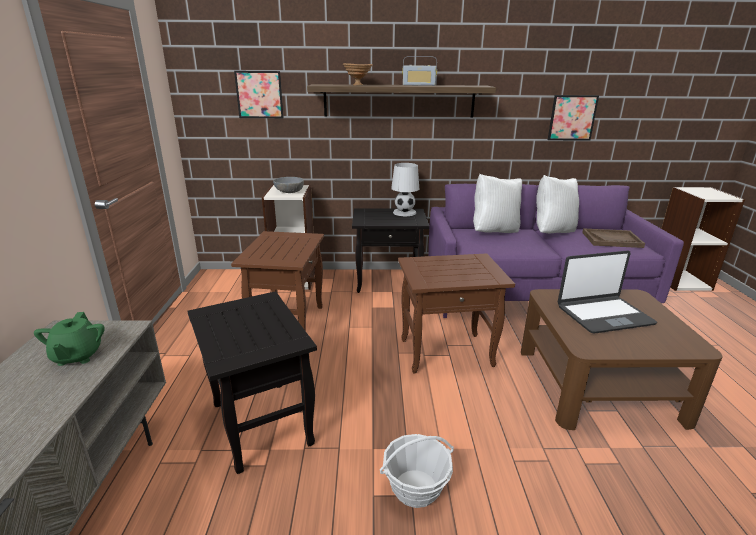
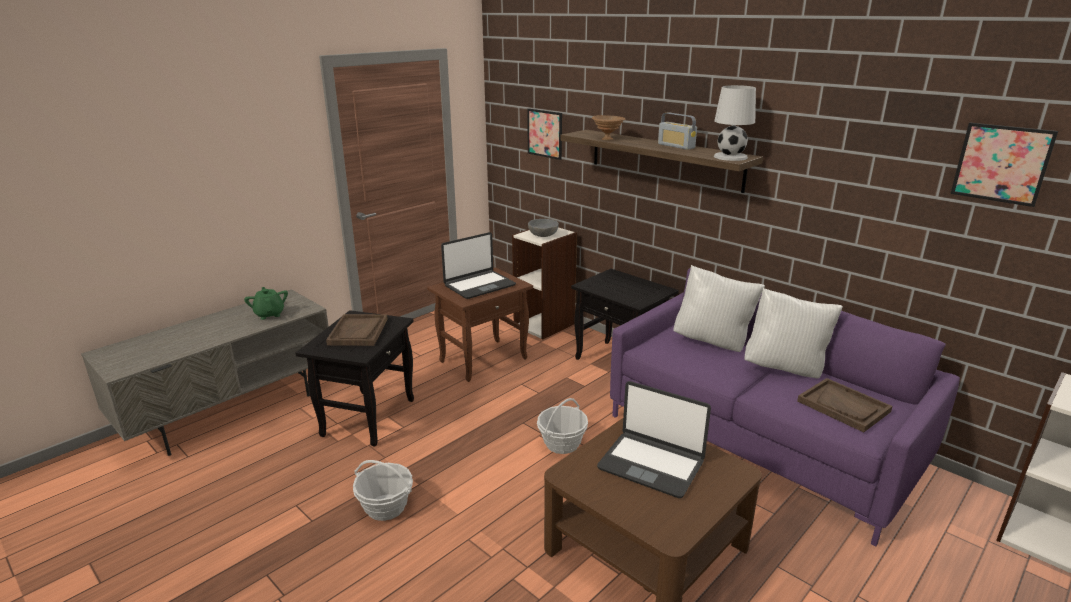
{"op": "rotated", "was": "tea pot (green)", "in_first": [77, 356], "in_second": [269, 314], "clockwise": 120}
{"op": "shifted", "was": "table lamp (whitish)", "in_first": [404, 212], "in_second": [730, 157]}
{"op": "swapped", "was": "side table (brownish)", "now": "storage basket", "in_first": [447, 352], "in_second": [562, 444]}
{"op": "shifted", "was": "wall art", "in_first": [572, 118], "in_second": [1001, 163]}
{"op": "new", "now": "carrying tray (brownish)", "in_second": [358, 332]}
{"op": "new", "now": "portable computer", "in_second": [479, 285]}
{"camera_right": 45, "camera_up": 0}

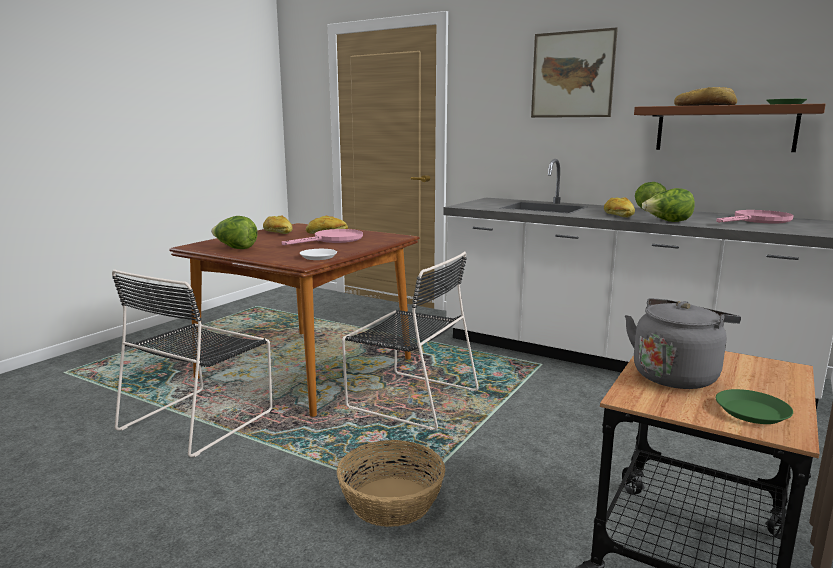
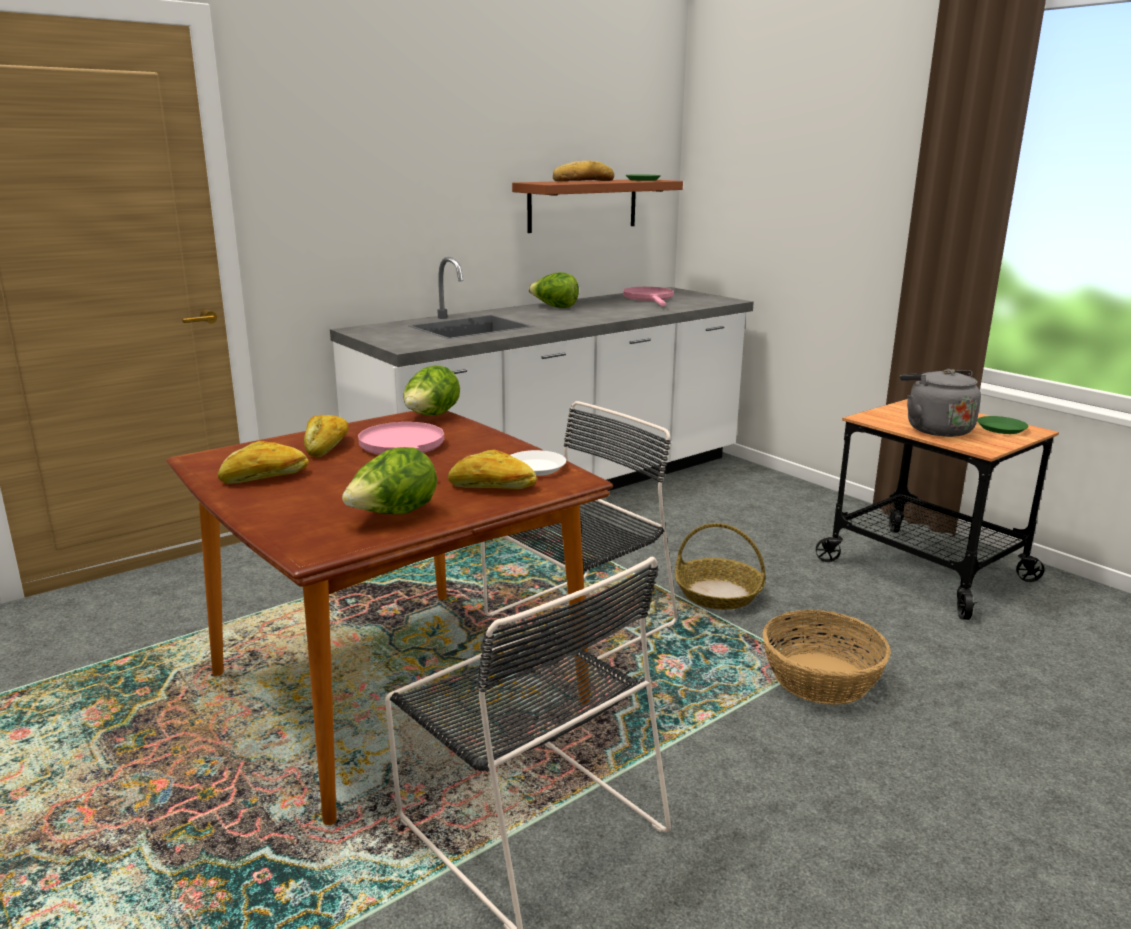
{"op": "gone", "was": "wall art", "in_first": [572, 75]}
{"op": "shifted", "was": "baked bread", "in_first": [618, 215], "in_second": [492, 487]}
{"op": "shifted", "was": "head of lettuce", "in_first": [667, 222], "in_second": [431, 416]}
{"op": "new", "now": "storage basket", "in_second": [718, 594]}
{"camera_right": -70, "camera_up": 5}

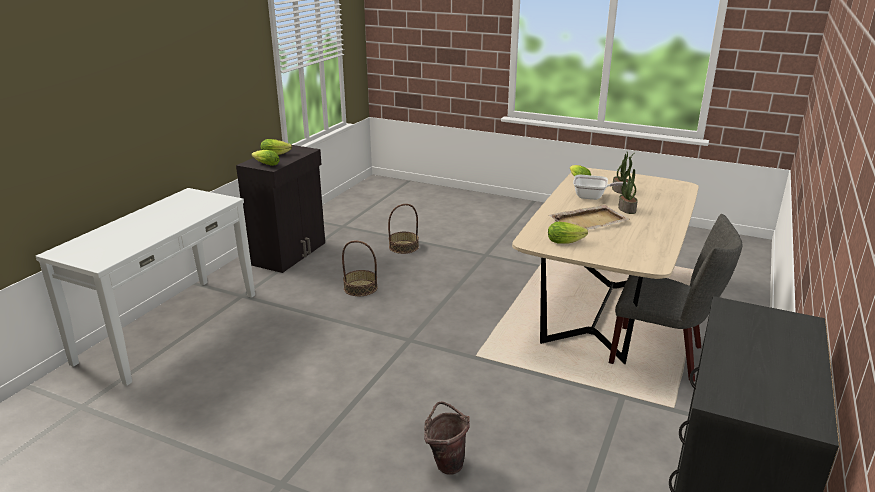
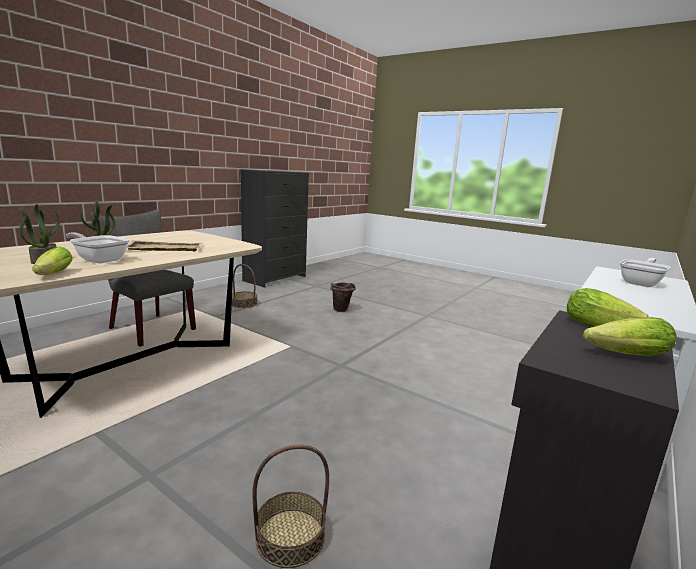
{"op": "shifted", "was": "storage basket", "in_first": [360, 288], "in_second": [244, 303]}
{"op": "gone", "was": "head of lettuce", "in_first": [567, 241]}
{"op": "new", "now": "pan", "in_second": [641, 283]}
{"camera_right": -170, "camera_up": -10}

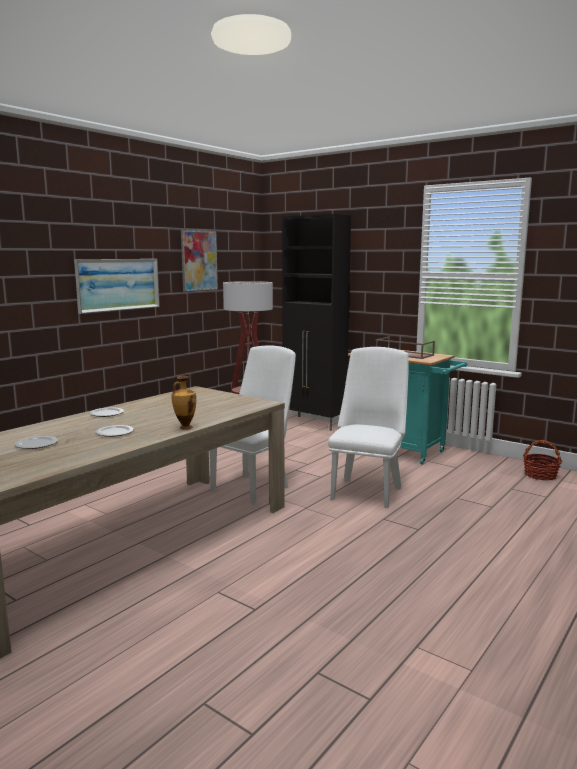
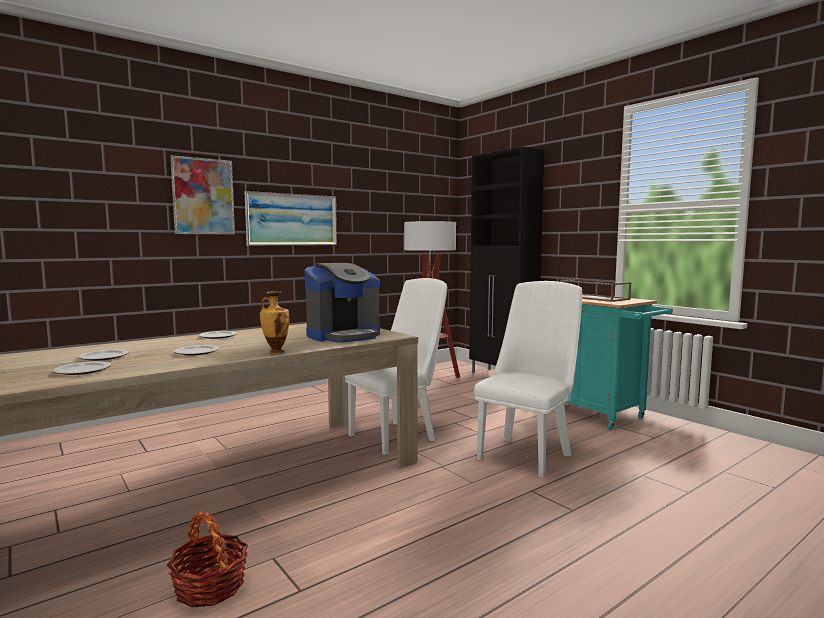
{"op": "shifted", "was": "wall art", "in_first": [199, 260], "in_second": [203, 196]}
{"op": "shifted", "was": "storage basket", "in_first": [540, 475], "in_second": [210, 587]}
{"op": "new", "now": "dinner plate", "in_second": [83, 370]}
{"op": "new", "now": "coffee brewer", "in_second": [344, 336]}
{"camera_right": 15, "camera_up": -5}

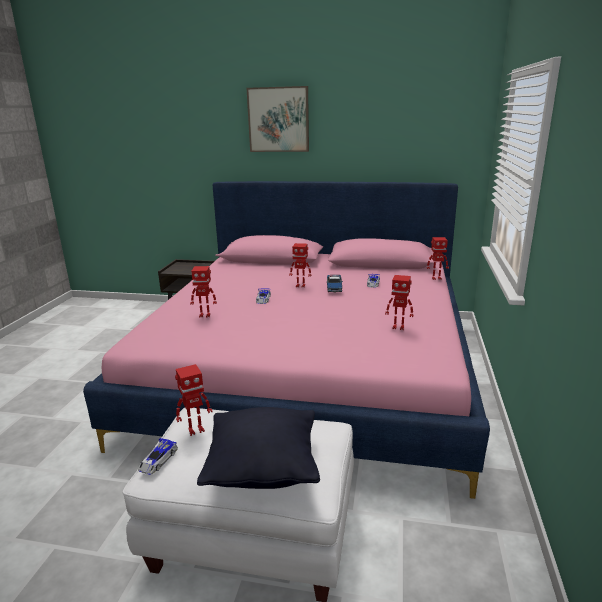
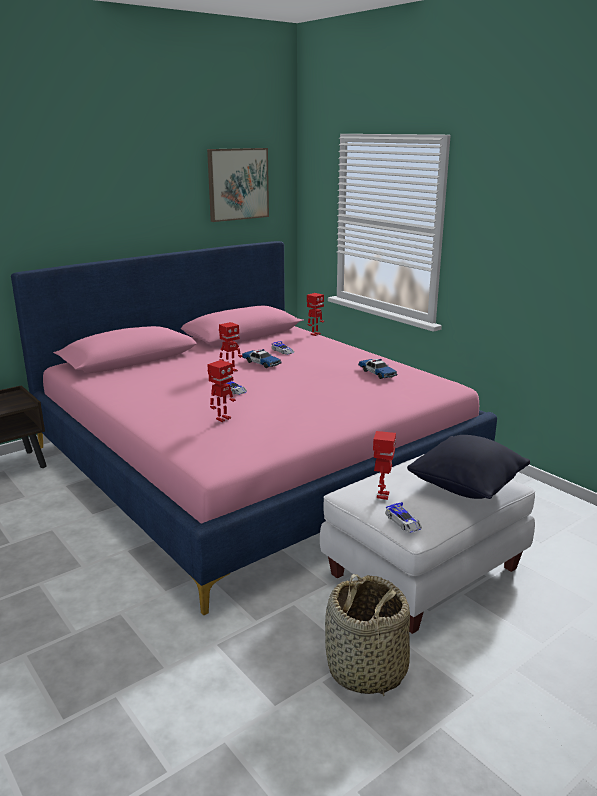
{"op": "shifted", "was": "wall art", "in_first": [278, 119], "in_second": [238, 184]}
{"op": "swapped", "was": "model robot", "now": "miniature car", "in_first": [398, 327], "in_second": [377, 373]}
{"op": "new", "now": "storage basket", "in_second": [366, 669]}
{"camera_right": -50, "camera_up": 0}

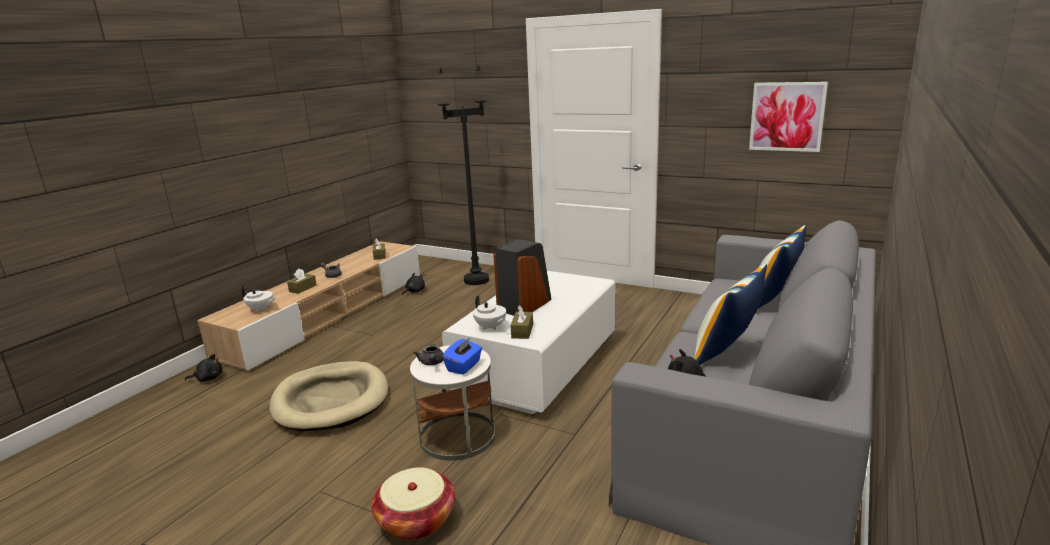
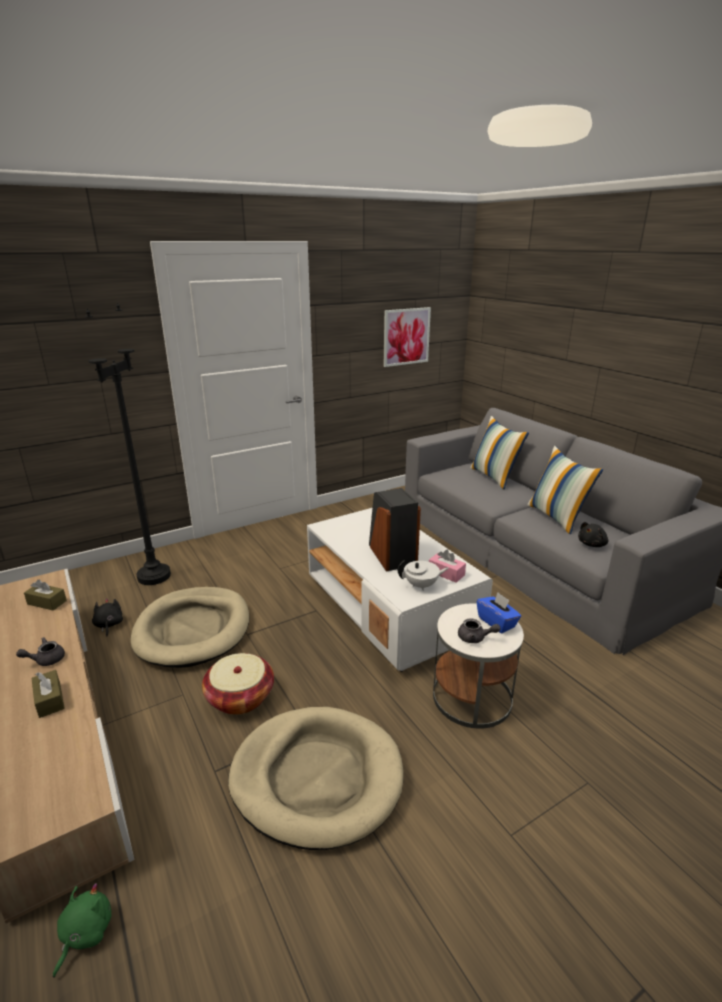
{"op": "repainted", "was": "soft toy (black)", "now": "soft toy (green)", "in_first": [208, 378], "in_second": [84, 933]}
{"op": "gone", "was": "tea pot (whitish)", "in_first": [261, 309]}
{"op": "shifted", "was": "storage basket", "in_first": [416, 520], "in_second": [240, 697]}
{"op": "repainted", "was": "box of tissues (brownish)", "now": "box of tissues (pink)", "in_first": [522, 331], "in_second": [446, 573]}
{"op": "new", "now": "dog bed (sand-coloured)", "in_second": [193, 629]}
{"camera_right": -60, "camera_up": 5}

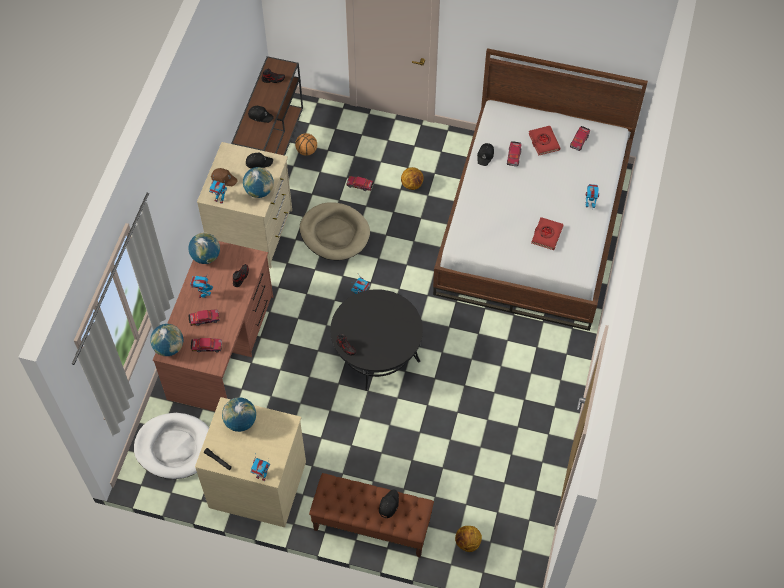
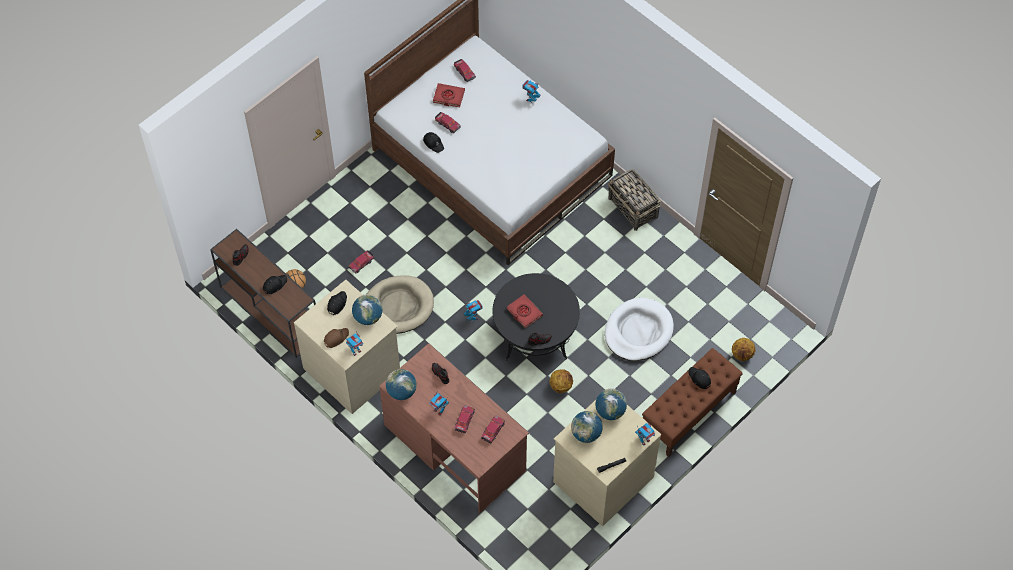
{"op": "shifted", "was": "dog bed (whitish)", "in_first": [174, 447], "in_second": [638, 331]}
{"op": "shifted", "was": "desk globe", "in_first": [169, 347], "in_second": [610, 411]}
{"op": "shifted", "was": "basketball ball", "in_first": [412, 184], "in_second": [561, 386]}
{"op": "shifted", "was": "volume (red-coloured)", "in_first": [546, 235], "in_second": [524, 312]}
{"op": "new", "now": "storage basket", "in_second": [633, 208]}
{"camera_right": -60, "camera_up": 0}

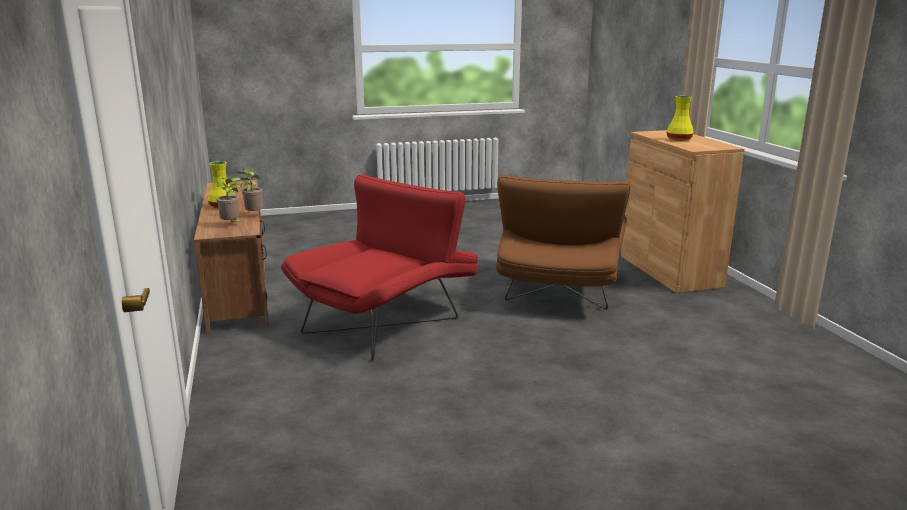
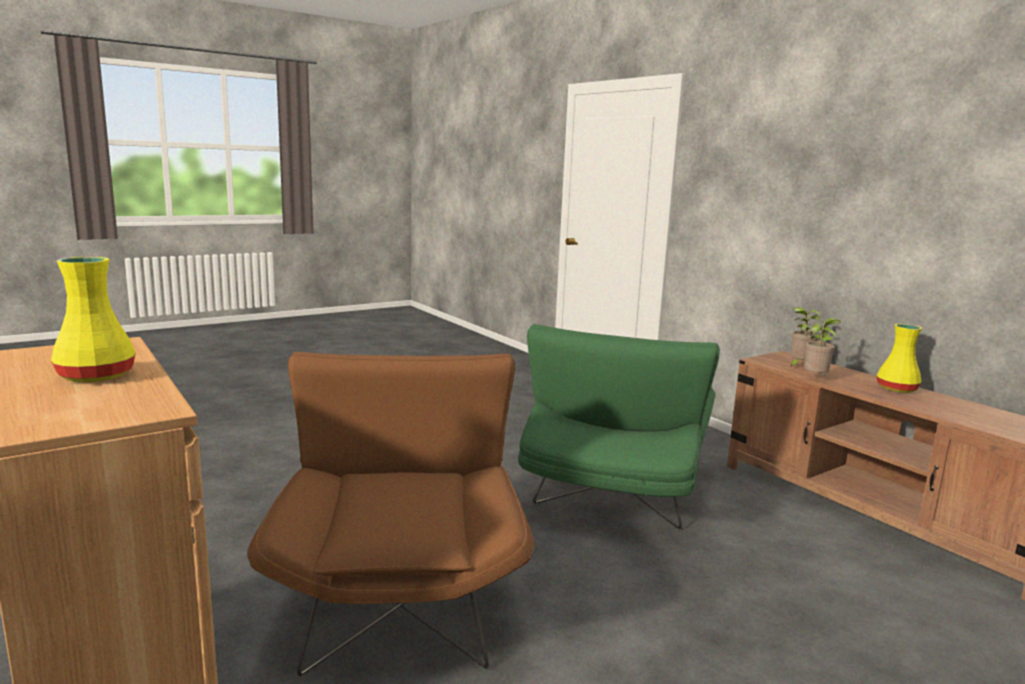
{"op": "repainted", "was": "lounge chair (red-coloured)", "now": "lounge chair (green)", "in_first": [387, 320], "in_second": [614, 490]}
{"camera_right": 160, "camera_up": -5}

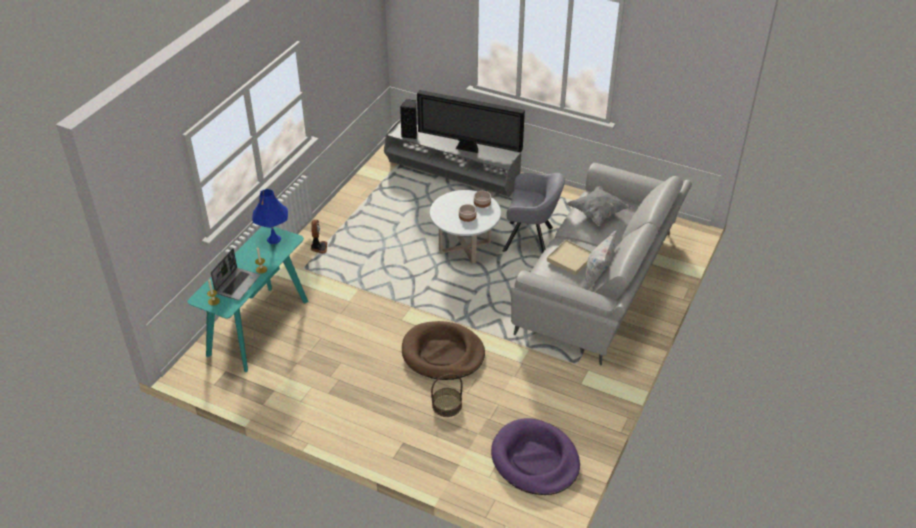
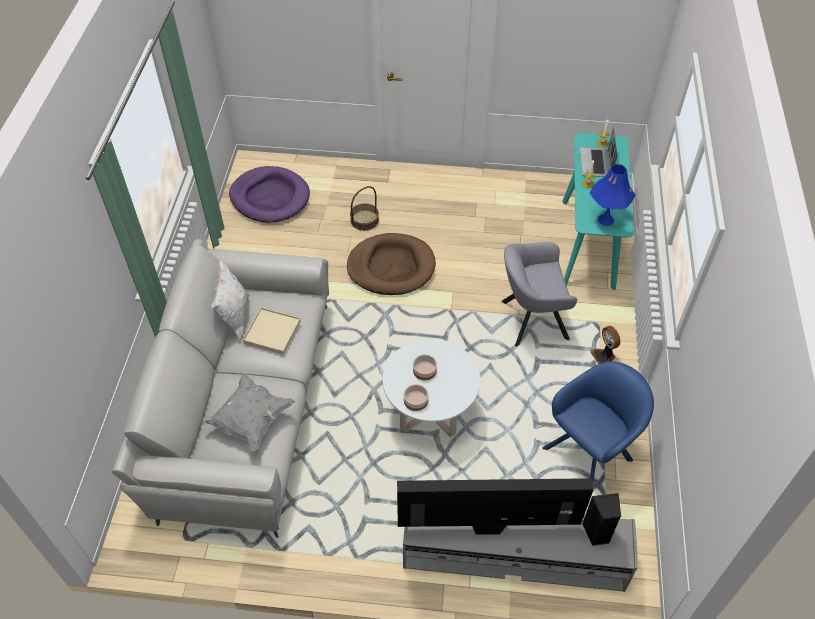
{"op": "shifted", "was": "lounge chair (greyish)", "in_first": [531, 240], "in_second": [530, 320]}
{"op": "new", "now": "lounge chair (bluish)", "in_second": [591, 451]}
{"camera_right": 160, "camera_up": 10}

